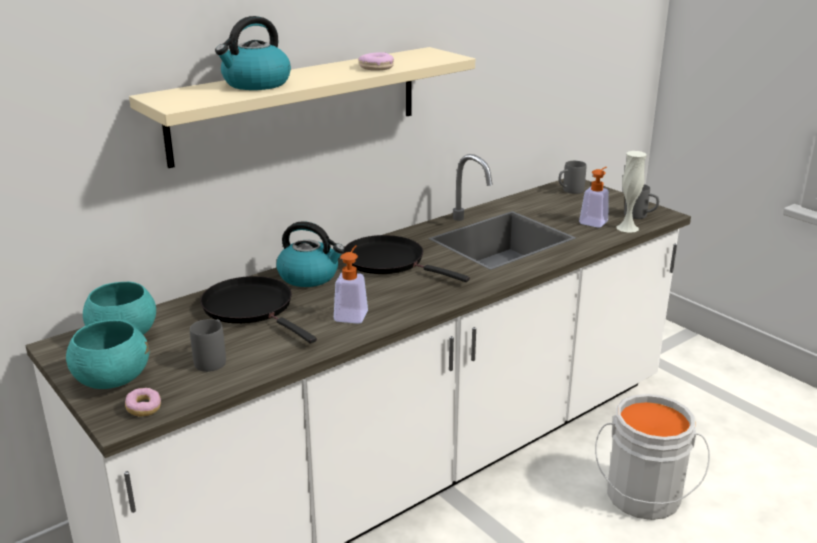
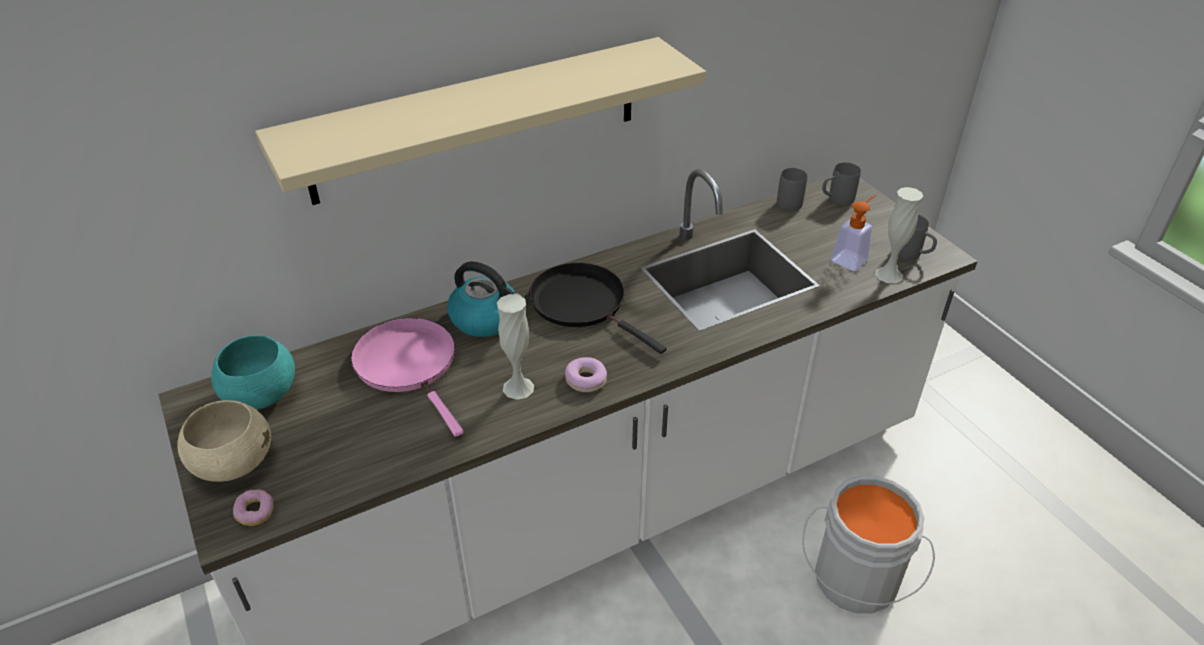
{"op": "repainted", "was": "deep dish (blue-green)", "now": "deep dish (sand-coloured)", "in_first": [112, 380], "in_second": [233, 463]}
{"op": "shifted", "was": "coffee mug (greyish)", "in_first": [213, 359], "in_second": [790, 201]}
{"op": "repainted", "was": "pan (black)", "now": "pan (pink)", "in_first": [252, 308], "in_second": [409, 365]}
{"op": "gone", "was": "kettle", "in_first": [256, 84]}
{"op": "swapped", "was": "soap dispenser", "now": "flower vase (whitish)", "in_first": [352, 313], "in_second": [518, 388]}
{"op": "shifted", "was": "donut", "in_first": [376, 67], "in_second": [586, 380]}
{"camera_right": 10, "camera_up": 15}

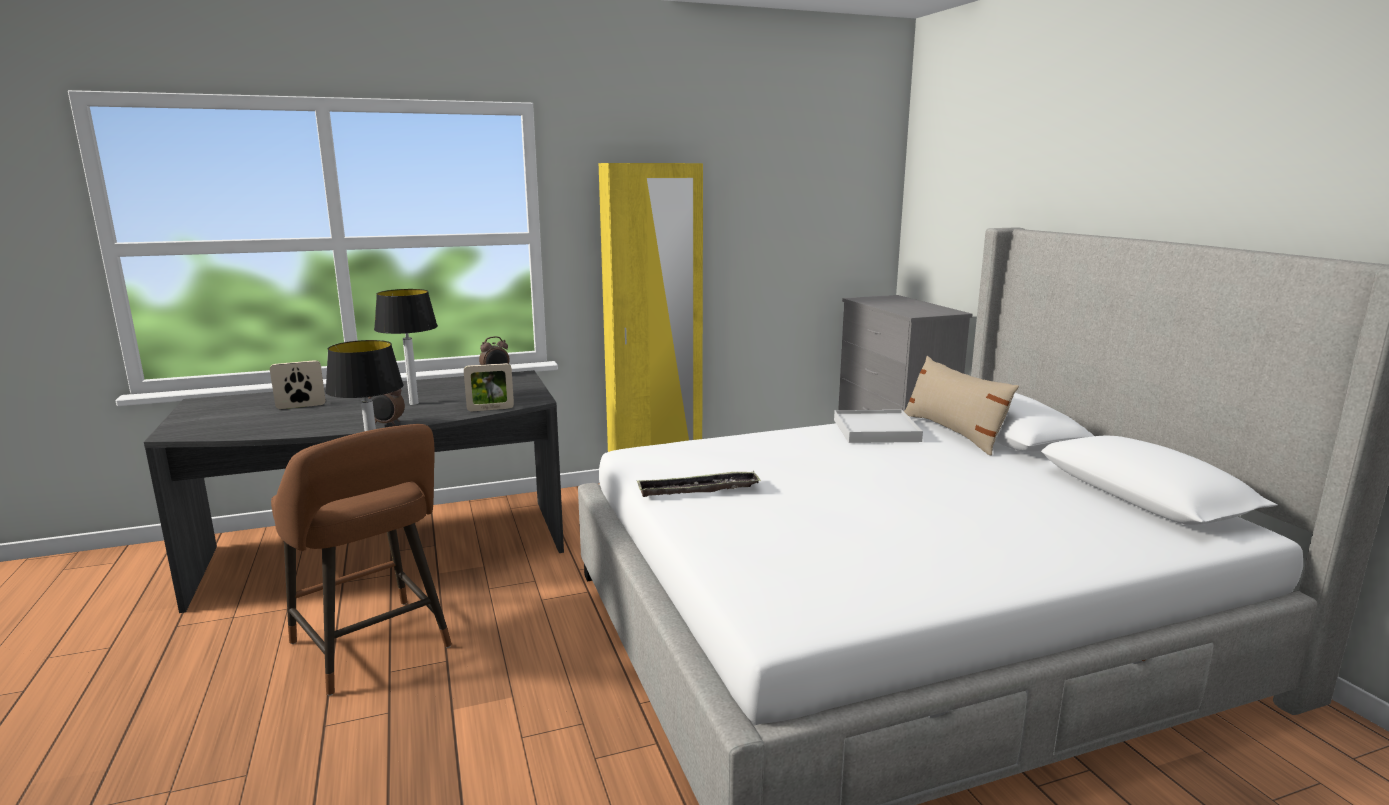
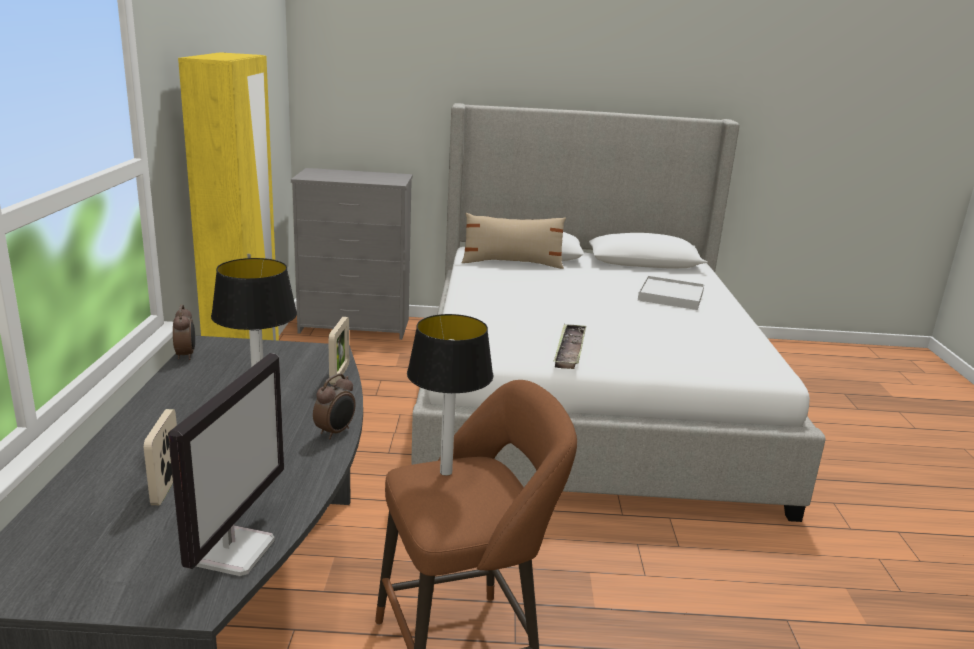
{"op": "shifted", "was": "carrying tray (whitish)", "in_first": [876, 431], "in_second": [671, 296]}
{"op": "new", "now": "computer display", "in_second": [232, 550]}
{"camera_right": -70, "camera_up": 5}

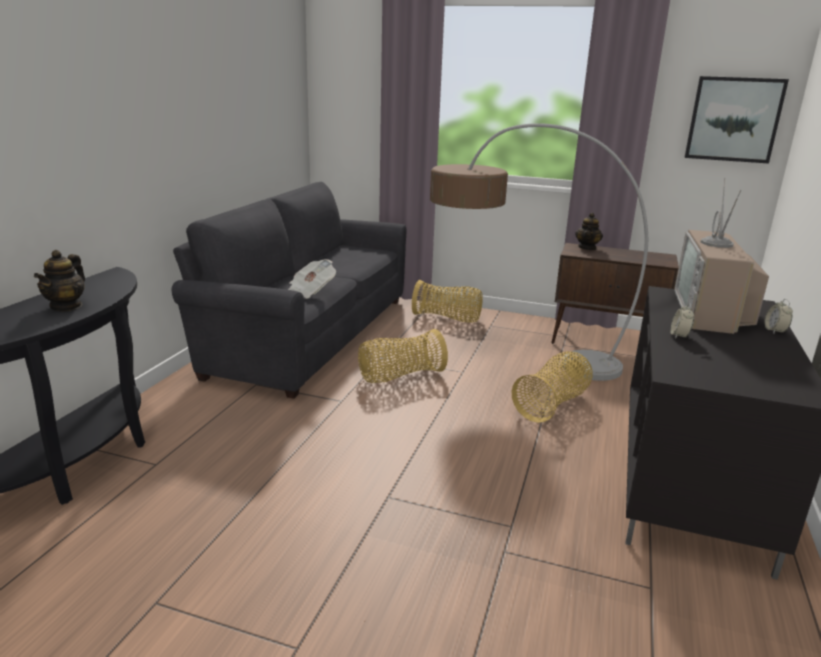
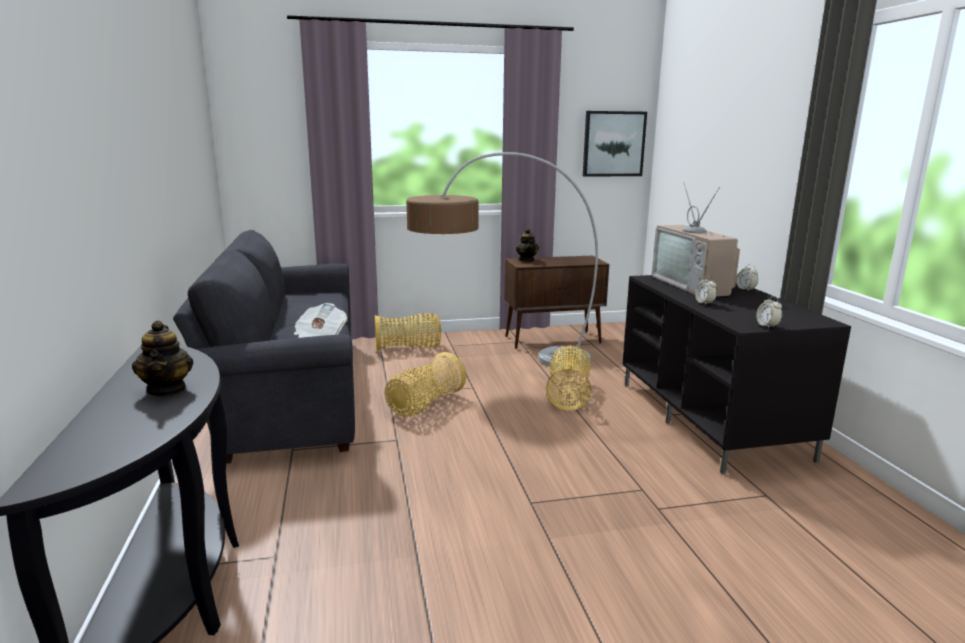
{"op": "new", "now": "bedside clock", "in_second": [767, 326]}
{"camera_right": -30, "camera_up": -5}

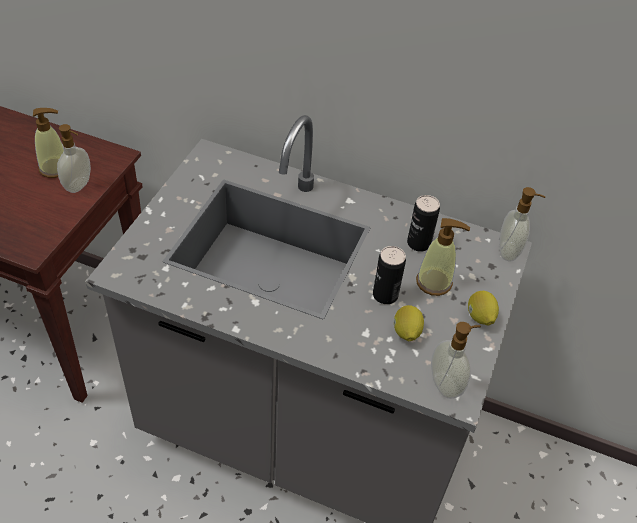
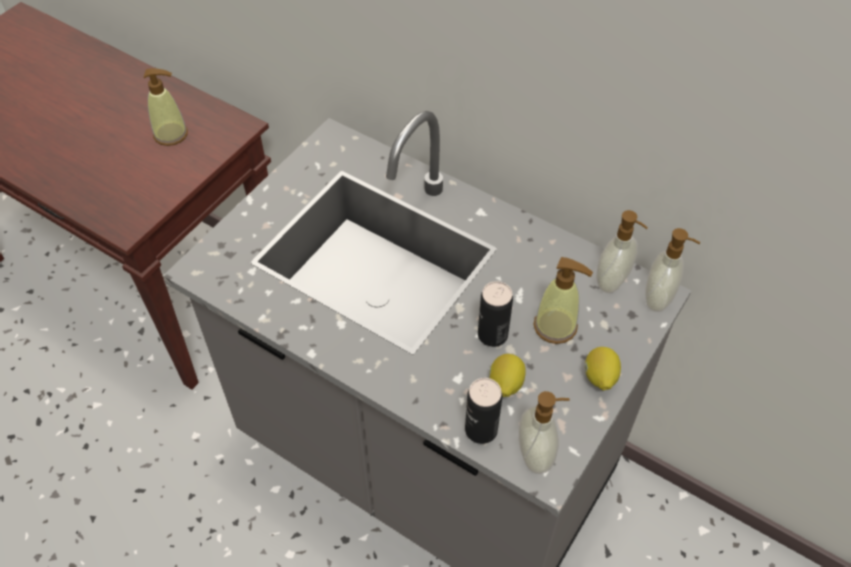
{"op": "shifted", "was": "soap dispenser", "in_first": [79, 185], "in_second": [613, 281]}
{"op": "shifted", "was": "metal can", "in_first": [418, 243], "in_second": [481, 430]}
{"camera_right": 15, "camera_up": 5}

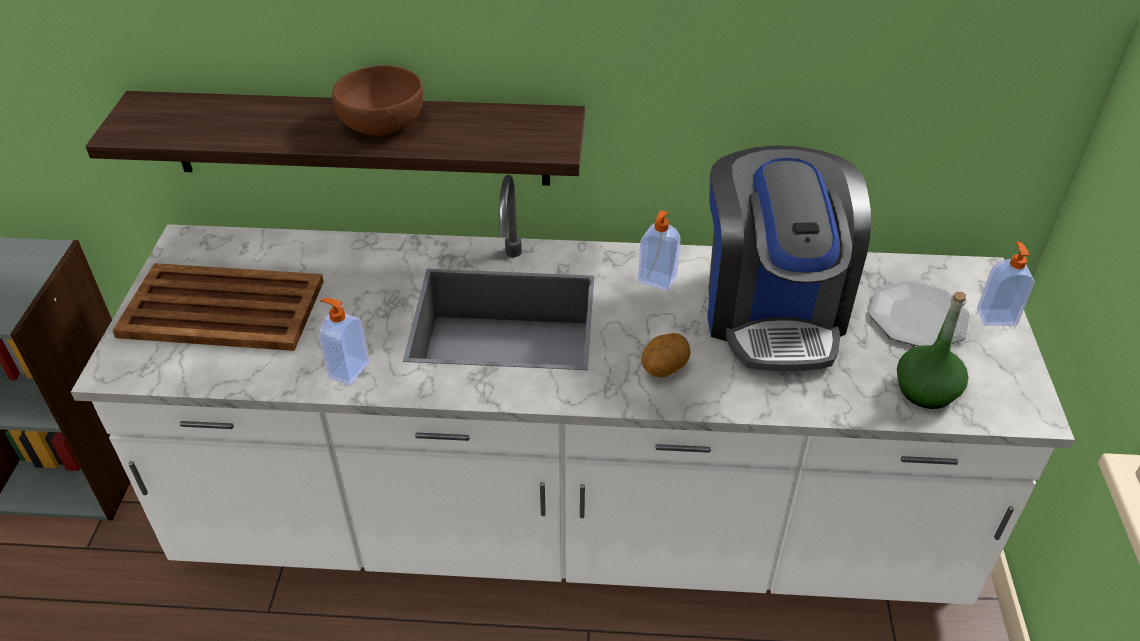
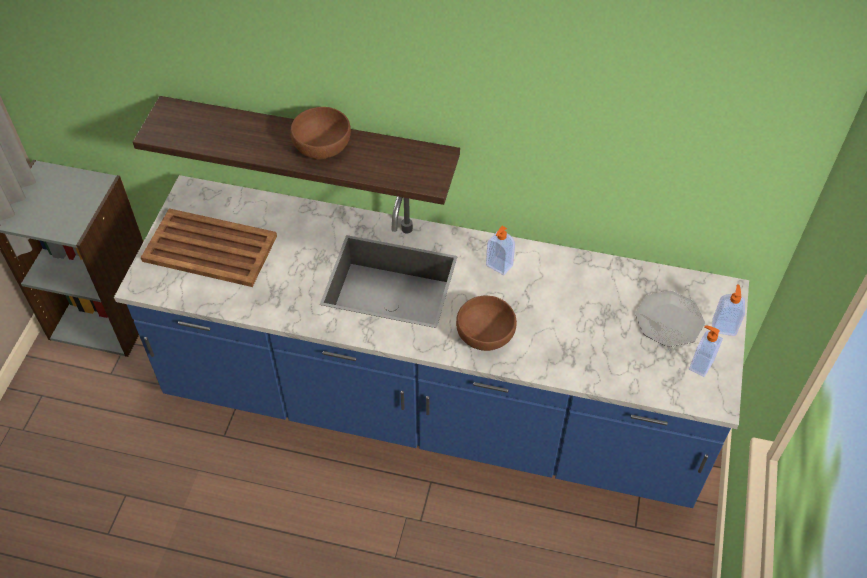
{"op": "repainted", "was": "counter (whitish)", "now": "counter (bluish)", "in_first": [570, 523], "in_second": [433, 406]}
{"op": "shifted", "was": "soap dispenser", "in_first": [348, 370], "in_second": [700, 365]}
{"op": "swapped", "was": "whole potato", "now": "deep dish (brownish)", "in_first": [664, 369], "in_second": [486, 334]}
{"op": "gone", "was": "coffee brewer", "in_first": [772, 311]}
{"op": "gone", "was": "bottle (green)", "in_first": [926, 391]}
{"camera_right": 10, "camera_up": 10}

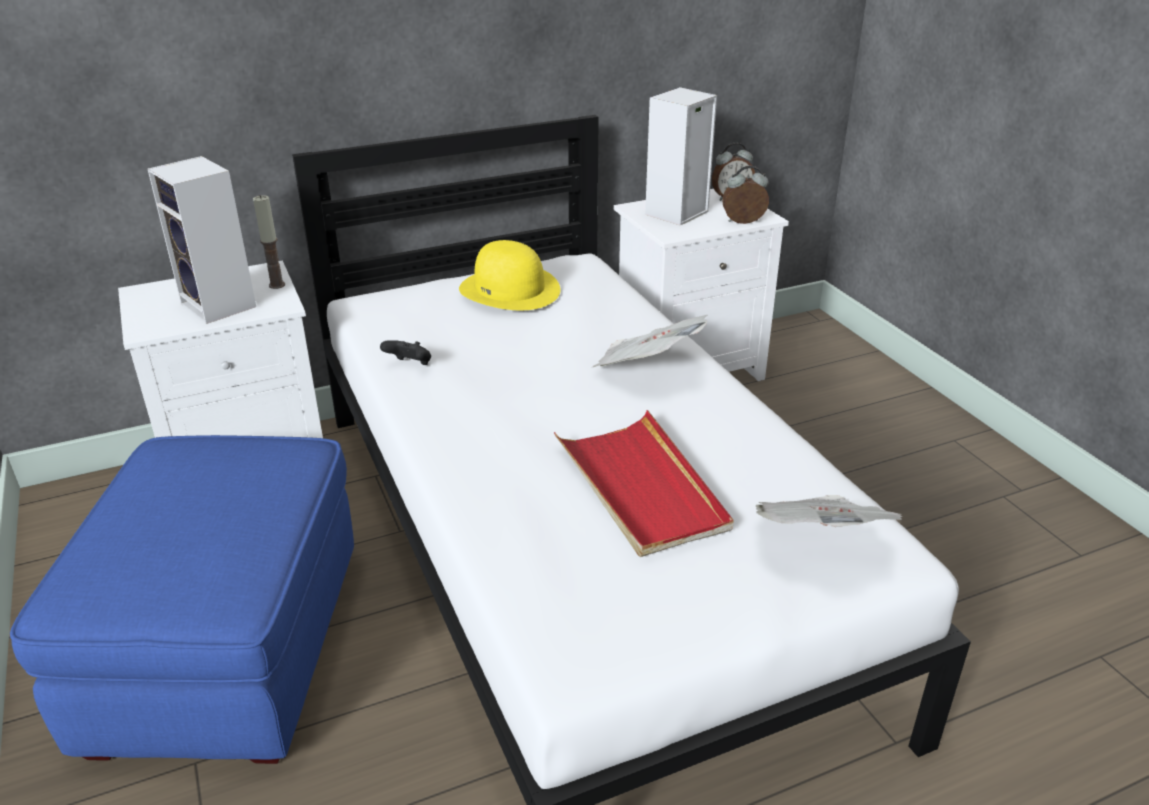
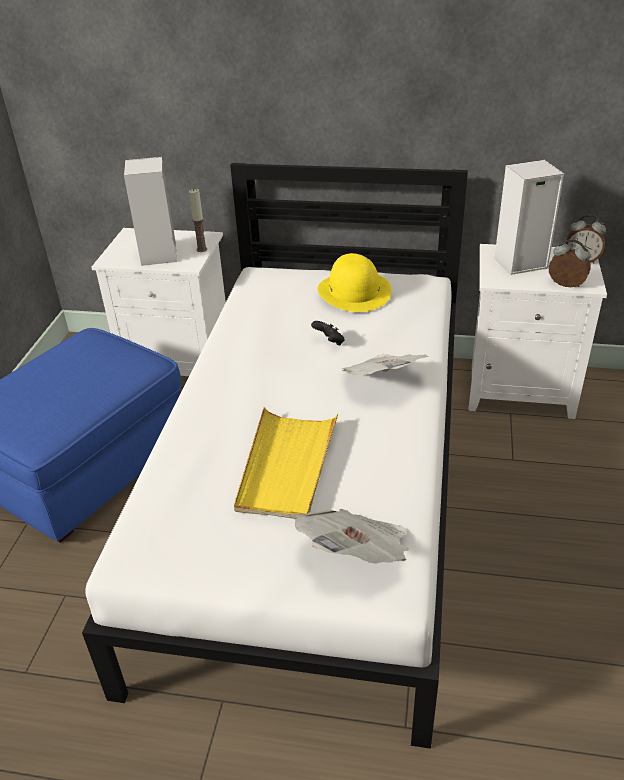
{"op": "shifted", "was": "gamepad (black)", "in_first": [410, 365], "in_second": [329, 342]}
{"op": "repainted", "was": "carrying tray (red-coloured)", "now": "carrying tray (yellow-coloured)", "in_first": [641, 487], "in_second": [287, 466]}
{"camera_right": 35, "camera_up": 5}

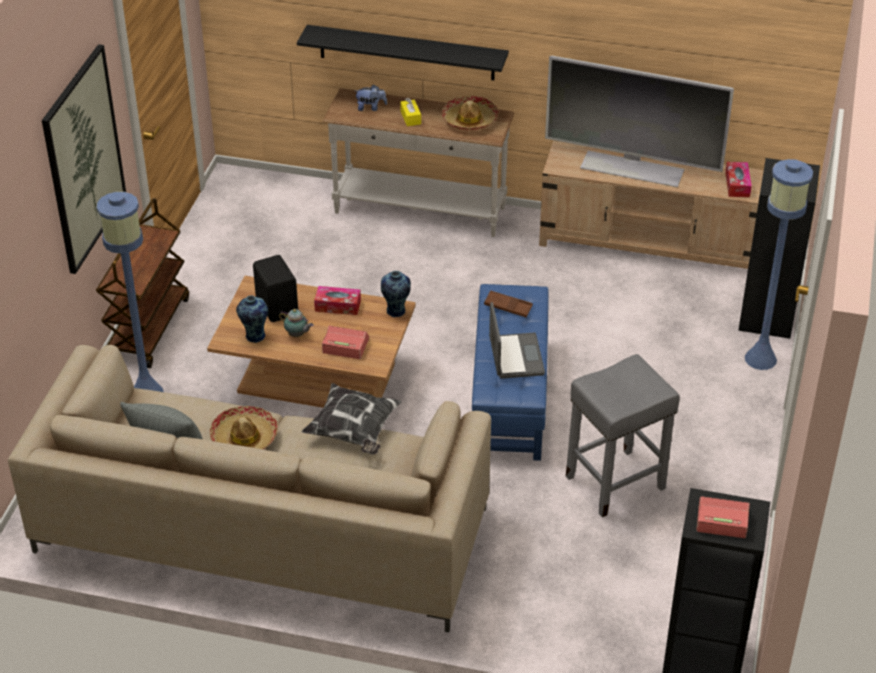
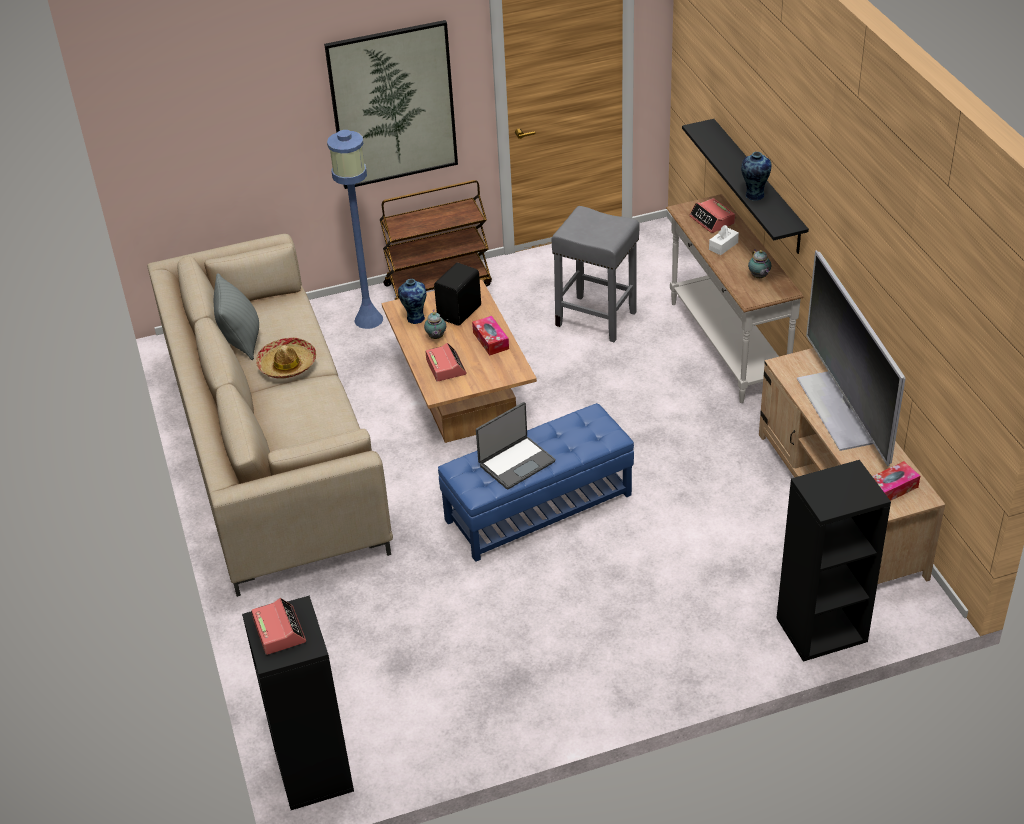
{"op": "gone", "was": "cushion", "in_first": [353, 432]}
{"op": "swapped", "was": "soft toy", "now": "bedside clock", "in_first": [371, 108], "in_second": [712, 220]}
{"op": "shifted", "was": "flower vase", "in_first": [396, 311], "in_second": [754, 195]}
{"op": "repainted", "was": "box of tissues (yellow-coloured)", "now": "box of tissues (whitish)", "in_first": [410, 117], "in_second": [723, 246]}
{"op": "swapped", "was": "wearable hat", "now": "tea pot", "in_first": [469, 120], "in_second": [759, 277]}
{"op": "gone", "was": "carrying tray (brownish)", "in_first": [508, 307]}
{"op": "shifted", "was": "stool (greyish)", "in_first": [616, 482], "in_second": [597, 319]}
{"op": "gone", "was": "floor lamp (bluish)", "in_first": [761, 359]}
{"camera_right": 60, "camera_up": 0}

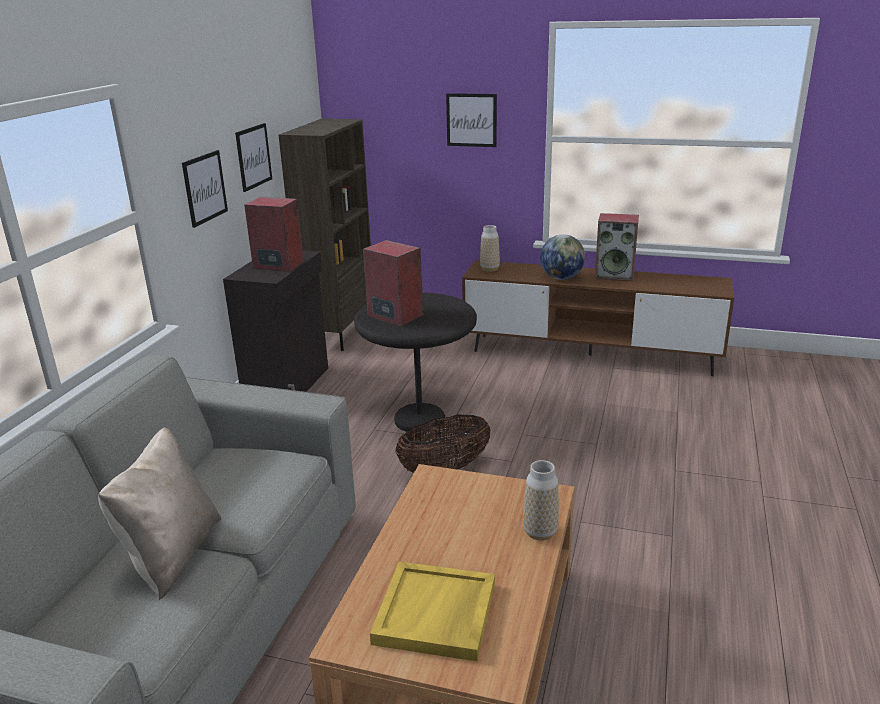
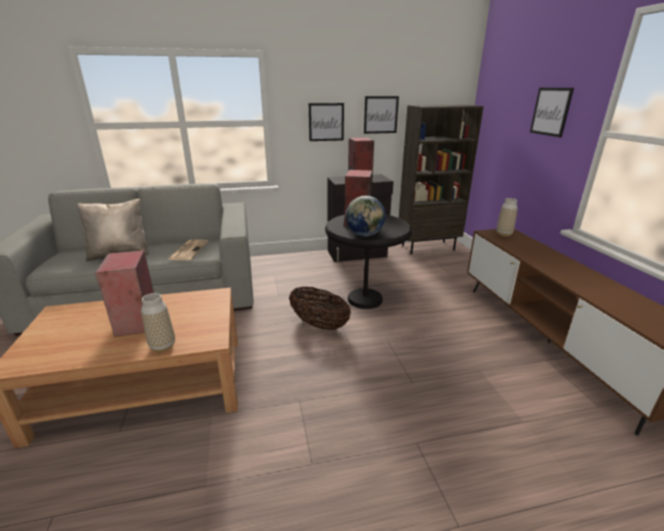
{"op": "gone", "was": "carrying tray (yellow-coloured)", "in_first": [436, 614]}
{"op": "shifted", "was": "desk globe", "in_first": [561, 278], "in_second": [364, 235]}
{"op": "shifted", "was": "speaker", "in_first": [615, 275], "in_second": [137, 322]}
{"op": "new", "now": "printed paper", "in_second": [188, 250]}
{"camera_right": 60, "camera_up": 0}

